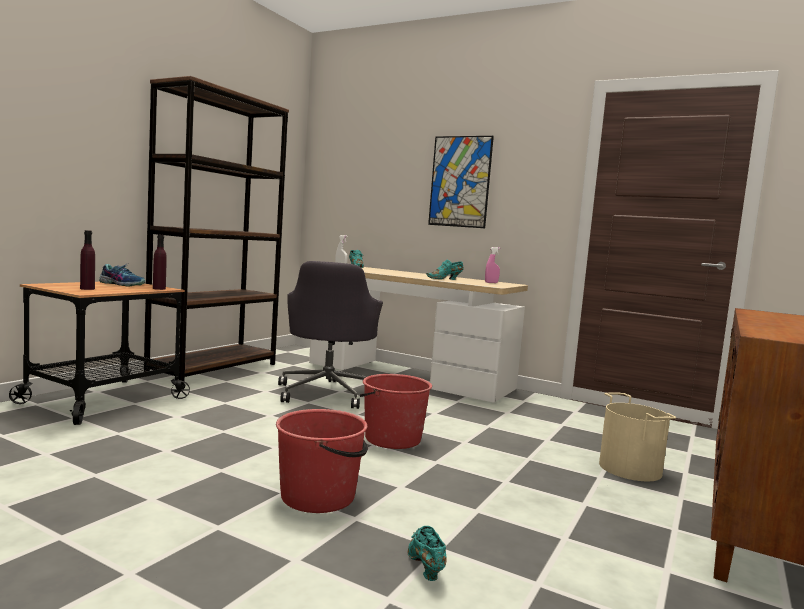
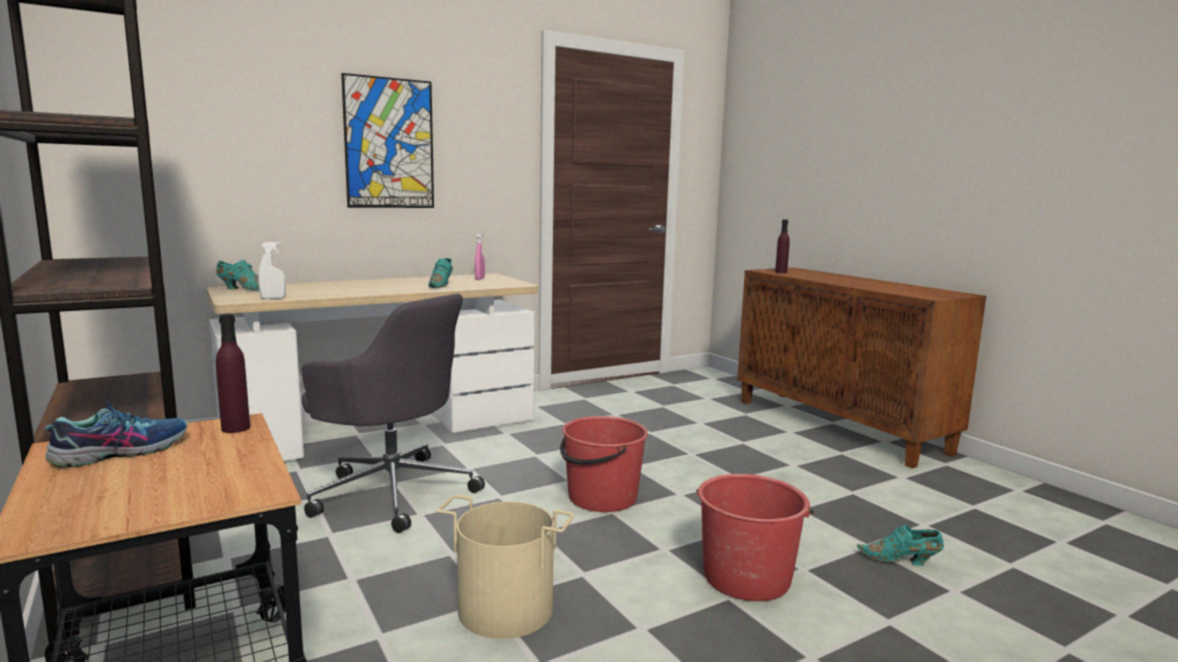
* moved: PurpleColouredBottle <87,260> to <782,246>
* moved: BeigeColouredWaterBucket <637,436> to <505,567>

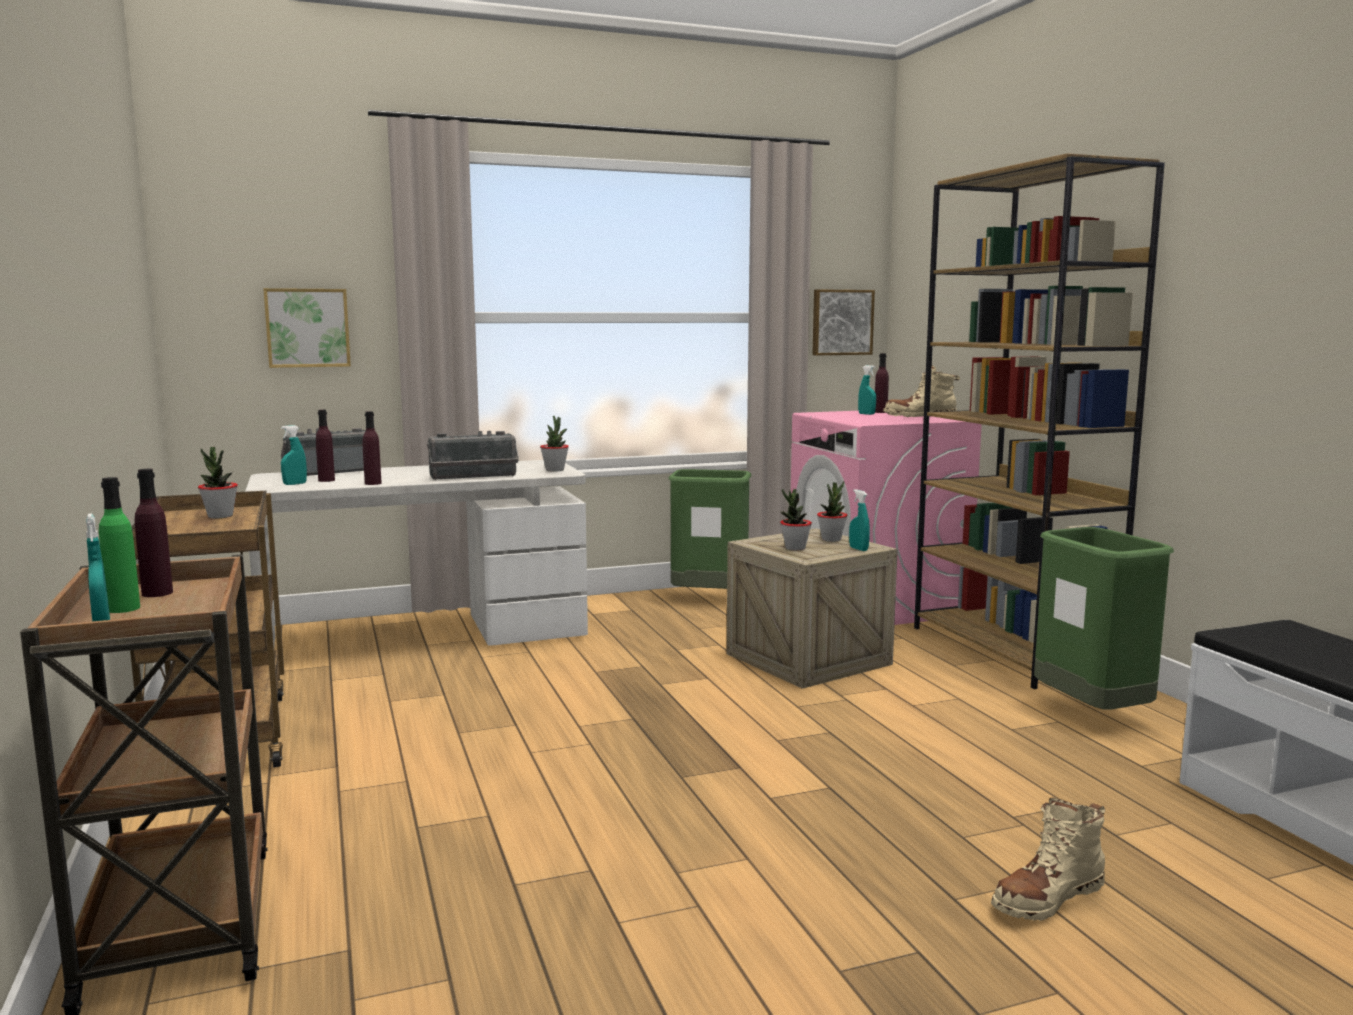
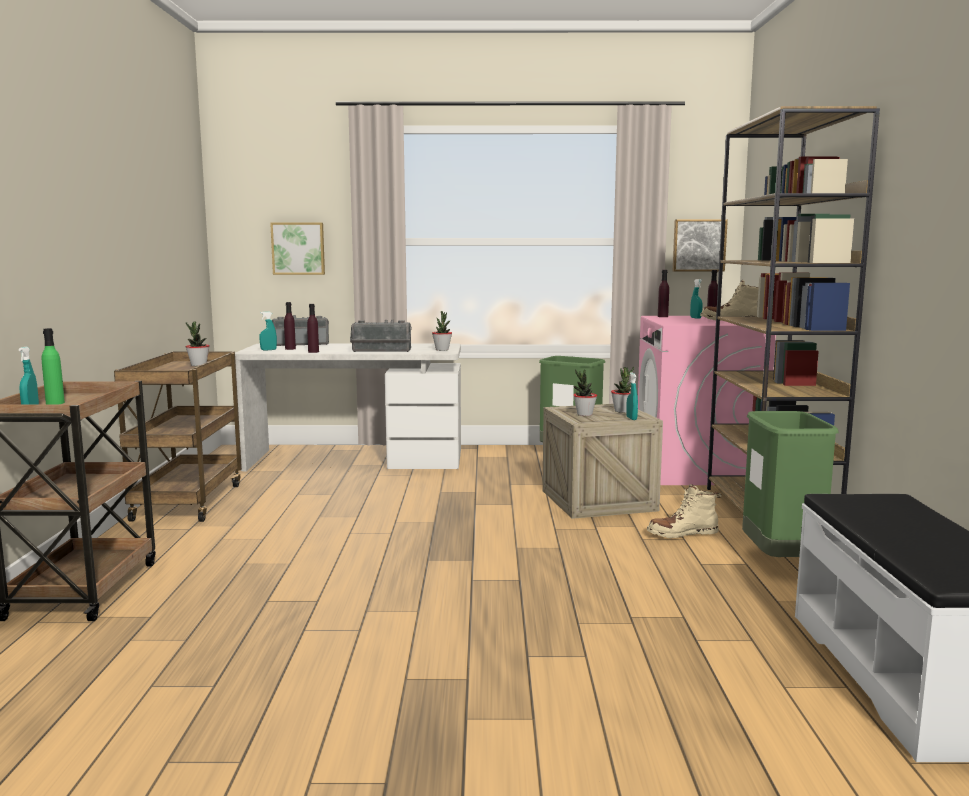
* moved: PurpleColouredBottle <154,533> to <663,293>
* moved: BeigeColouredHighTopBoot <1048,859> to <684,511>

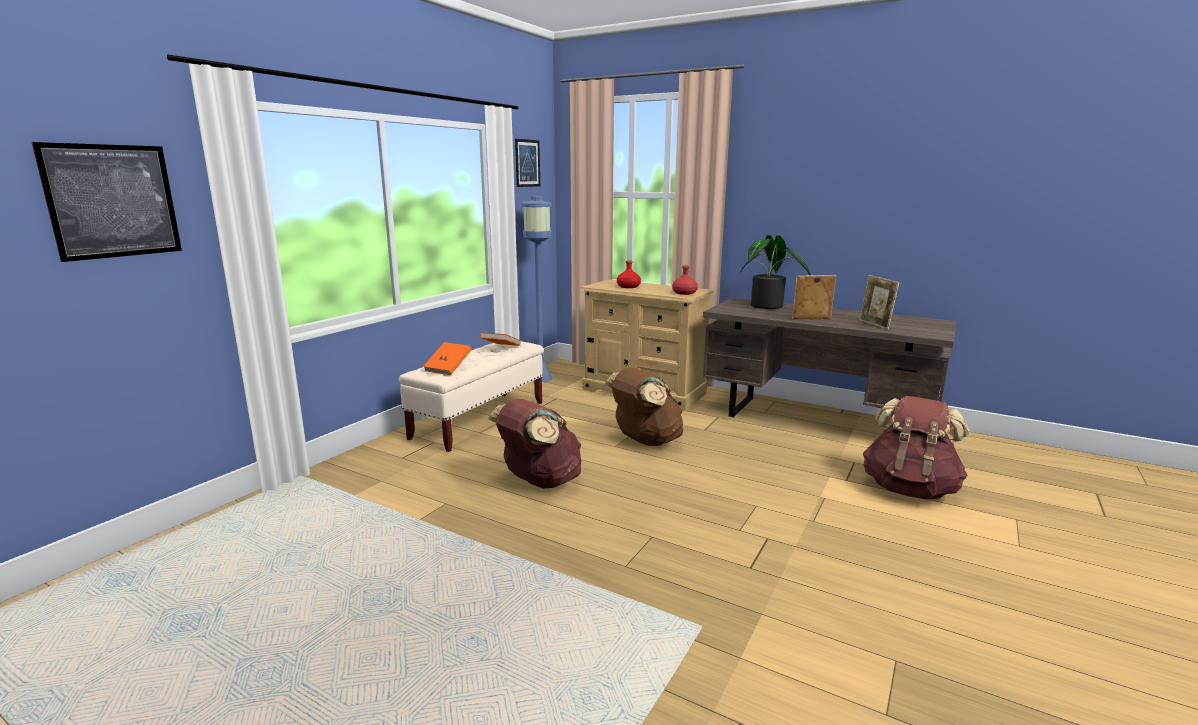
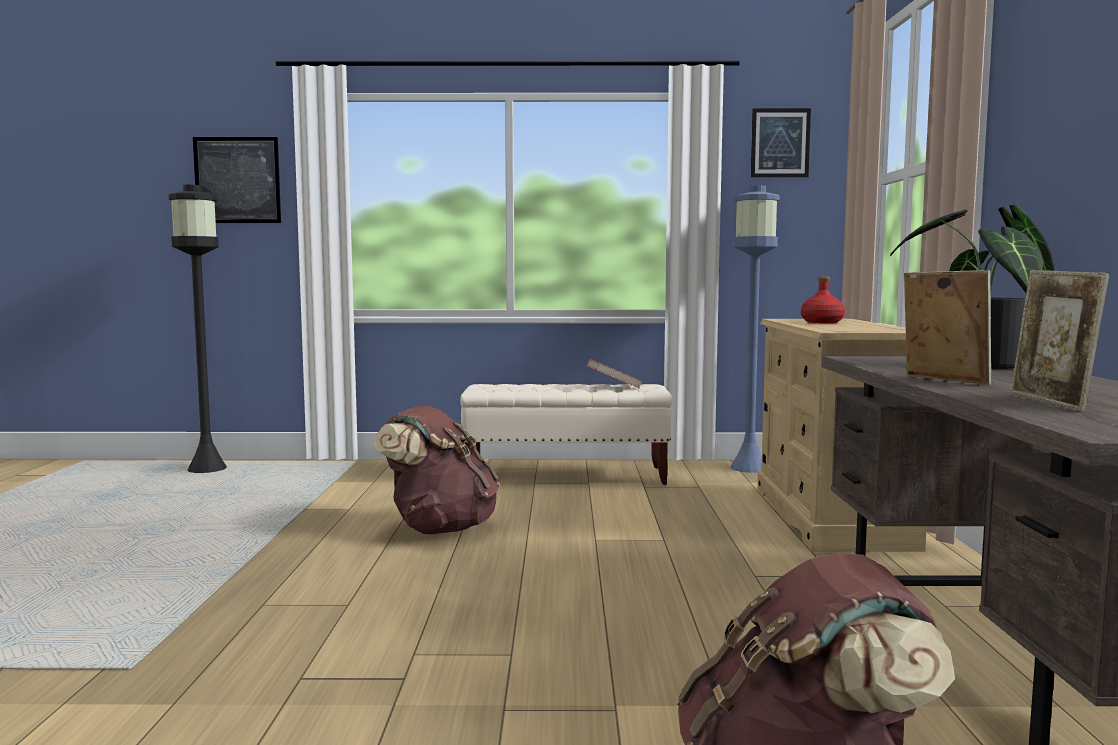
* removed: RedBottle <685,280>
* turned: PictureFrame <879,302> = <1059,340> 45 degrees counterclockwise
* removed: OrangeVolume <447,358>
* removed: BrownishRucksack <643,407>
* added: BlackishFloorLamp <198,329>

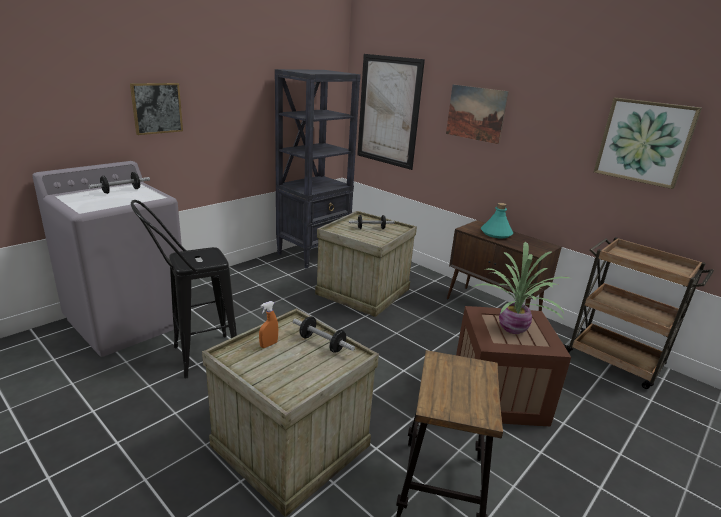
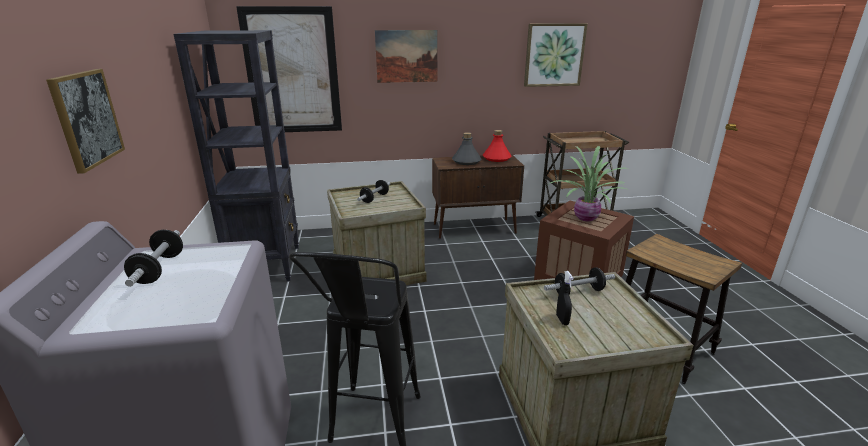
* recoloured: TurquoiseBottle <497,221> to GreyBottle <466,148>
* recoloured: OrangeSprayer <268,324> to BlackishSprayer <565,298>
* added: RedBottle <497,146>

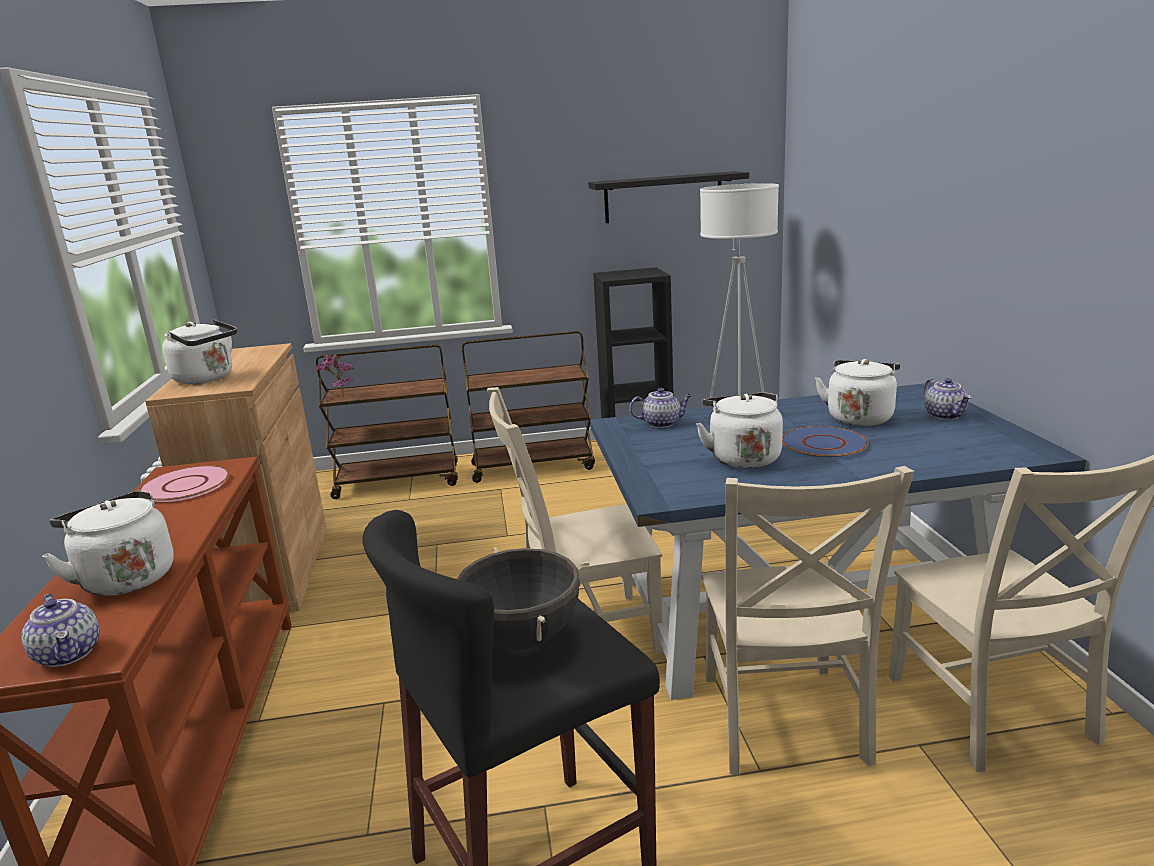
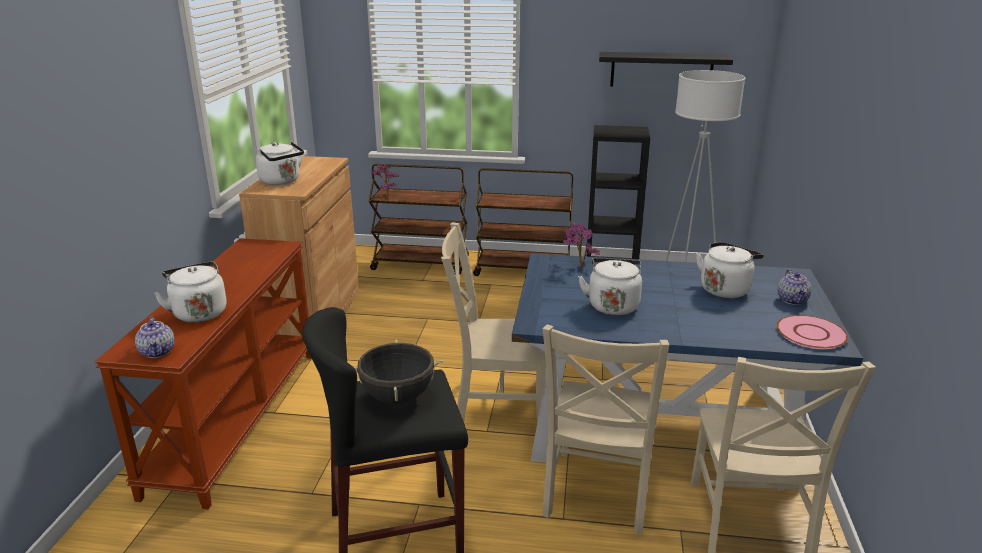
* replaced: Teapot <660,408> to PottedPlant <581,244>
* removed: BluePlate <825,442>
* moved: PinkishPlate <184,483> to <812,332>

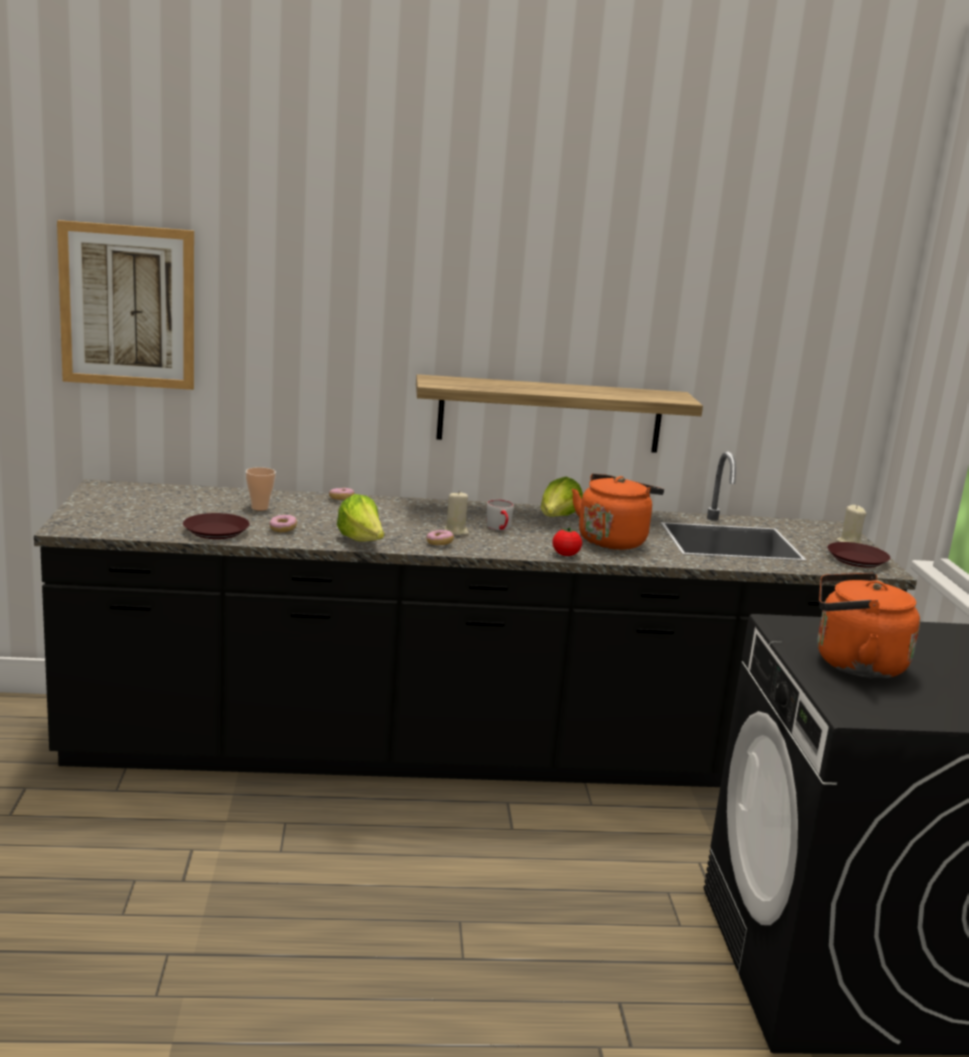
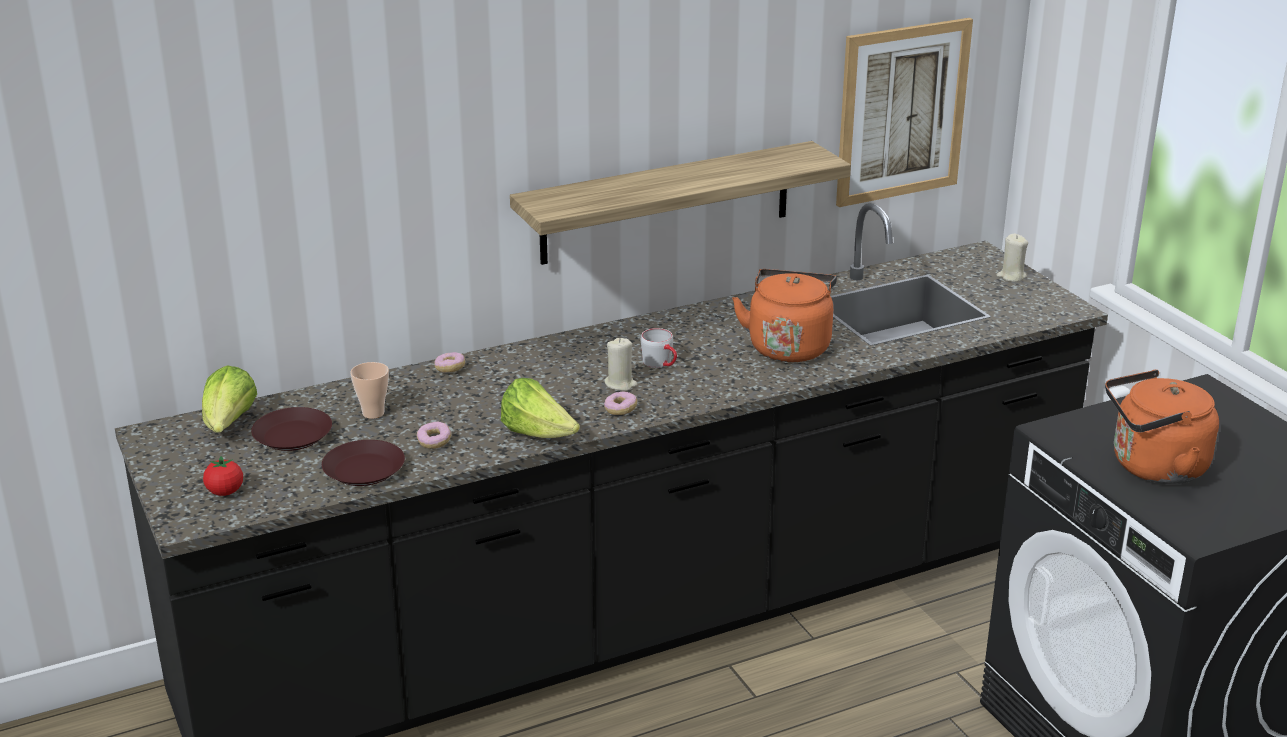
* moved: WallPicture <125,305> to <904,112>
* moved: LettuceHead <562,497> to <229,399>
* moved: Tomato <567,541> to <223,476>
* moved: BrownishPlate <858,555> to <291,429>

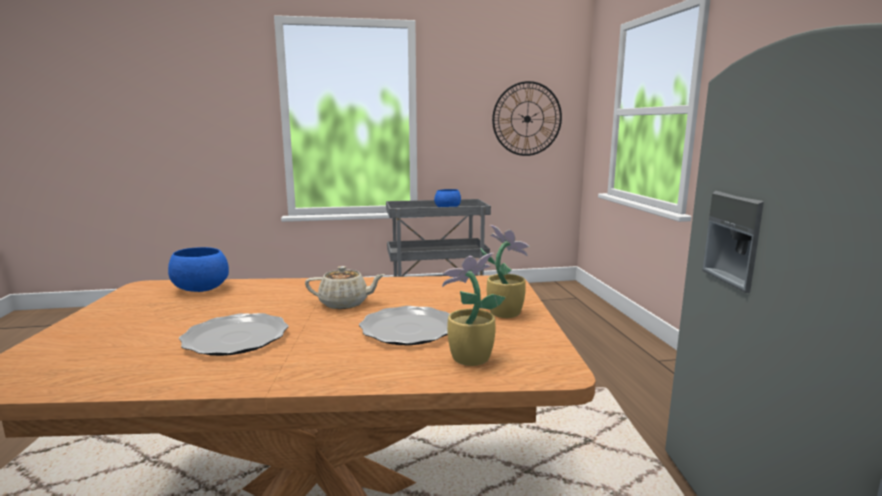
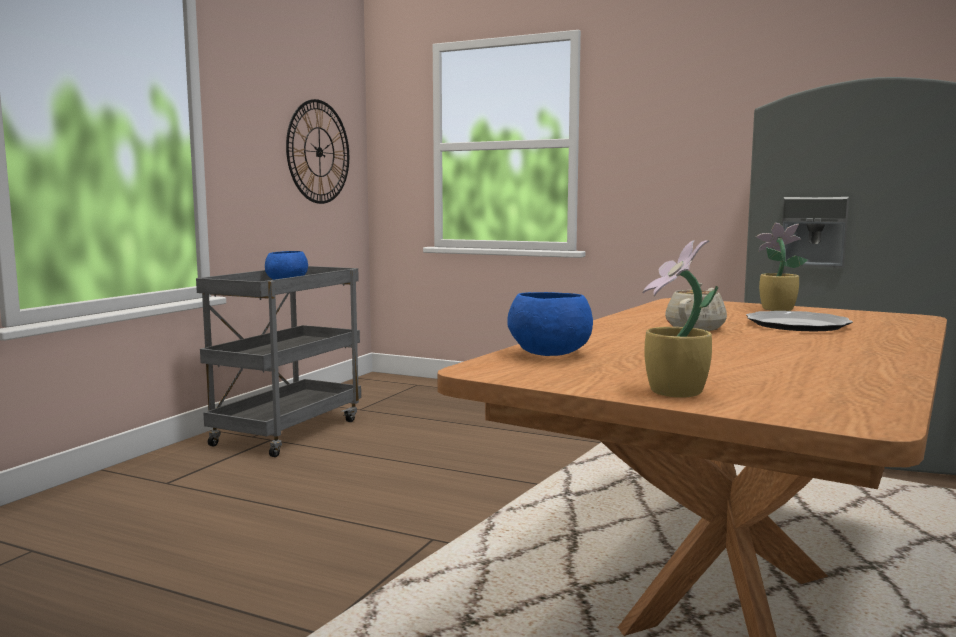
* moved: PottedPlant <474,309> to <680,319>
* removed: Plate <234,334>

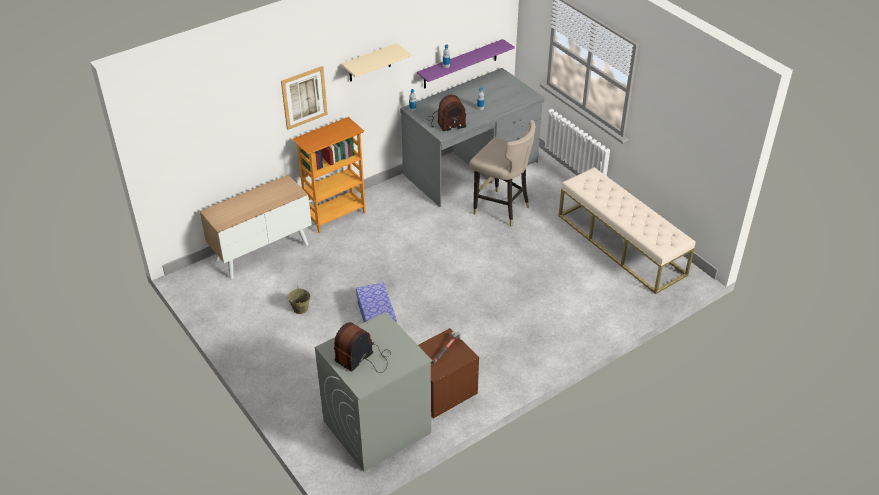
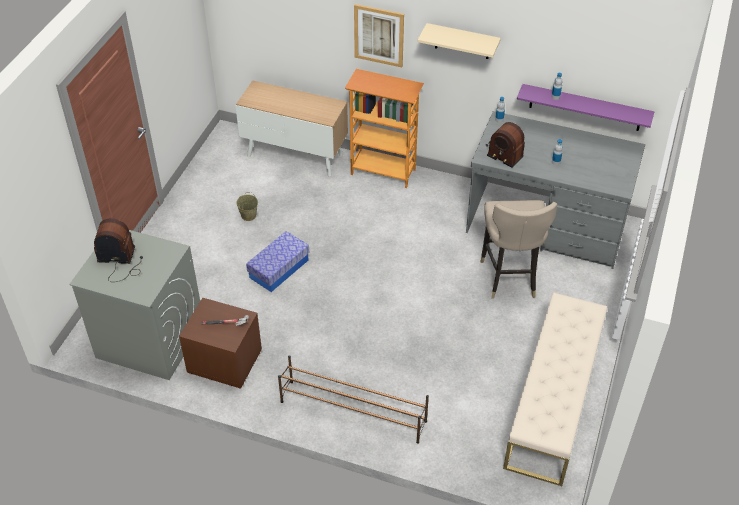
* added: BrownishShoeShelf <353,399>

